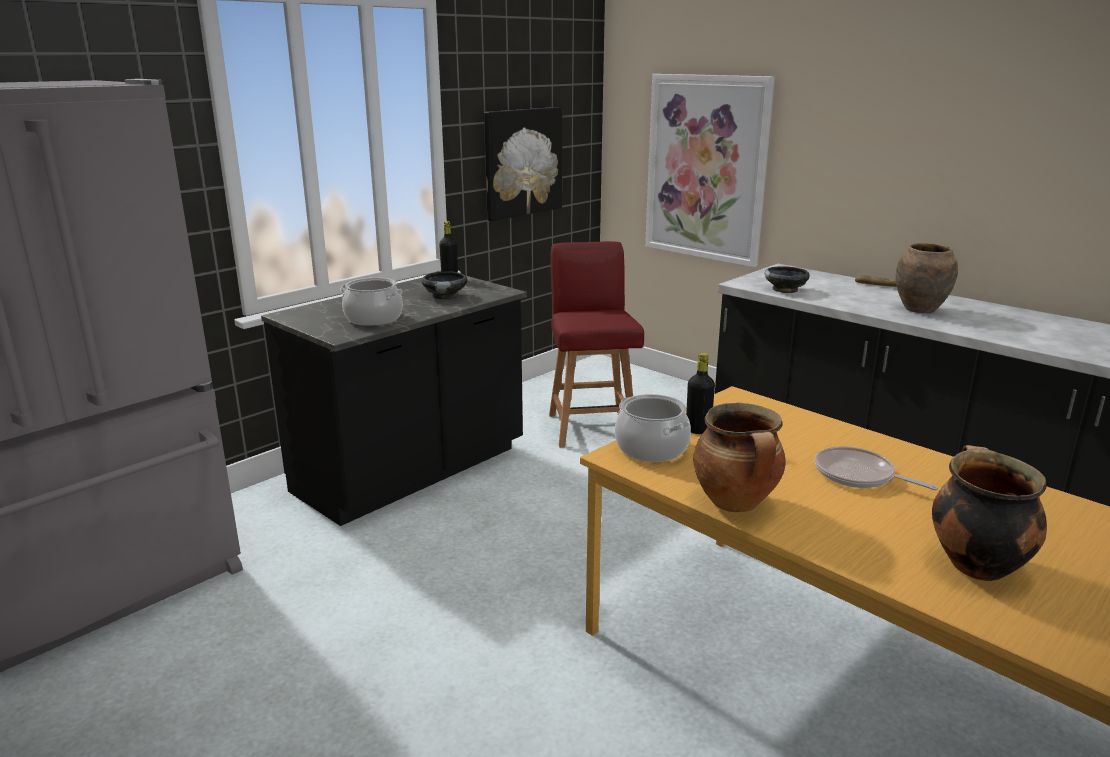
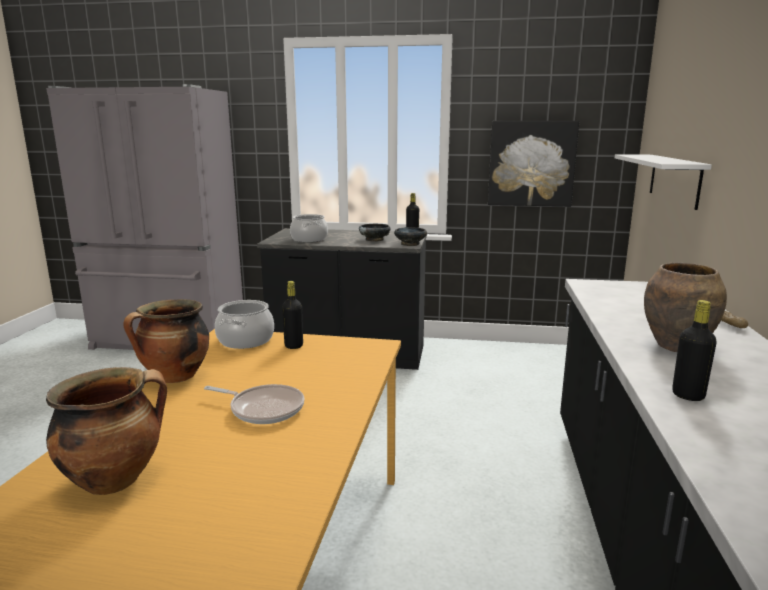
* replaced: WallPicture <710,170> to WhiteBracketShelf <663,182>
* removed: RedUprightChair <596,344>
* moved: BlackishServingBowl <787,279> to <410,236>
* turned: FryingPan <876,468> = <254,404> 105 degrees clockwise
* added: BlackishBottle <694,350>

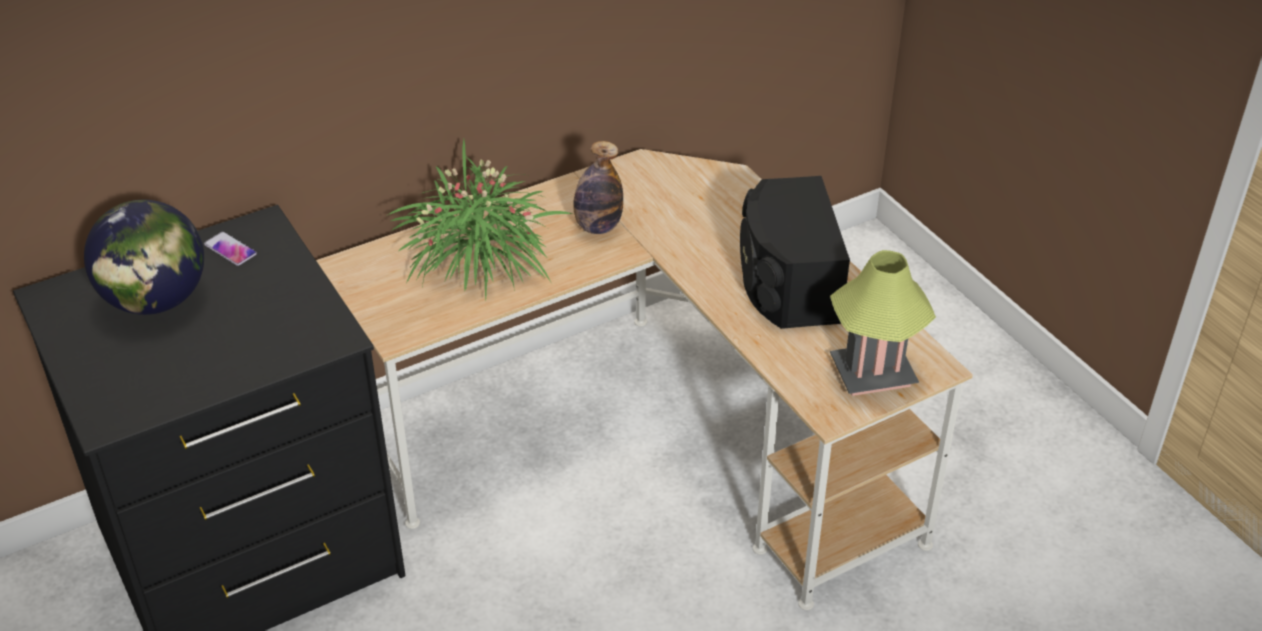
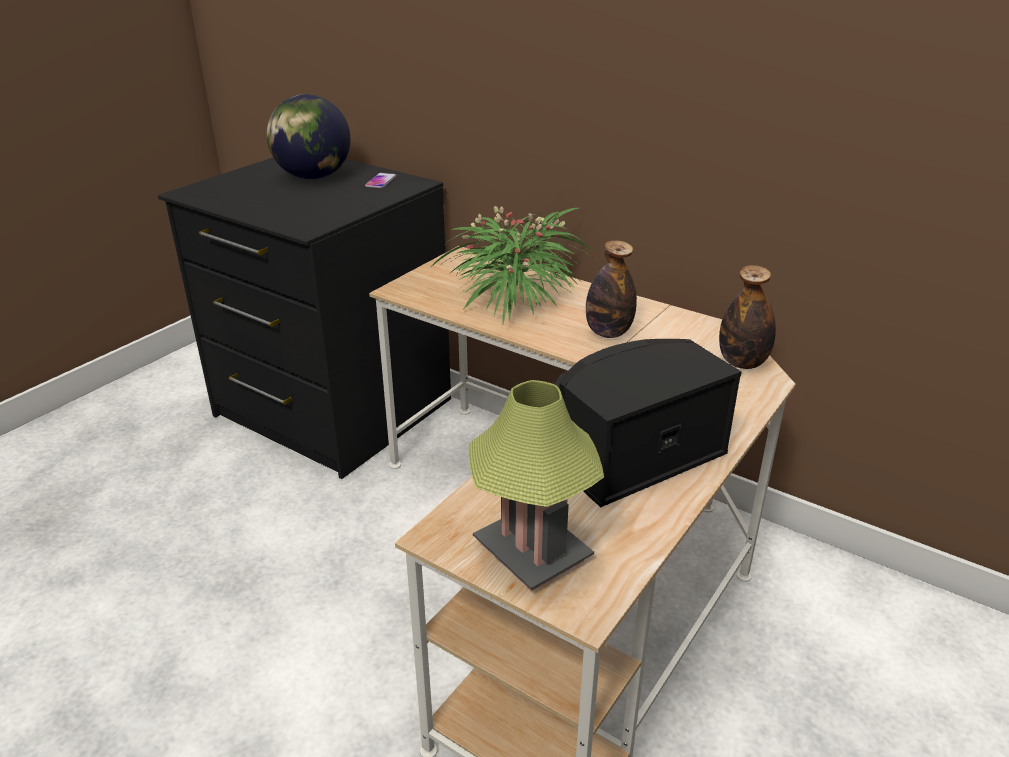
* added: Bottle <747,317>

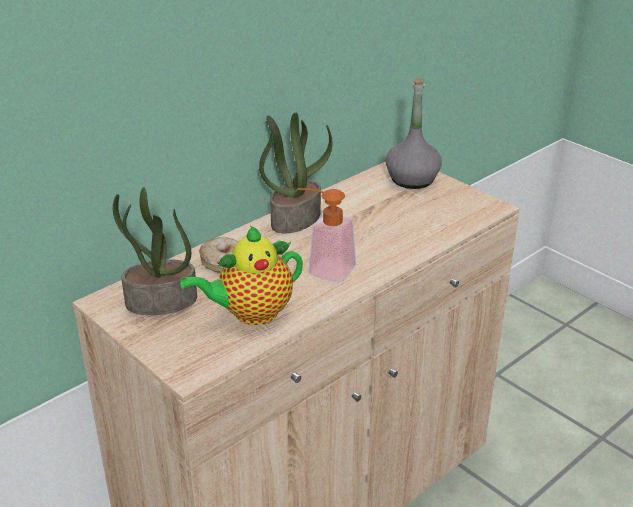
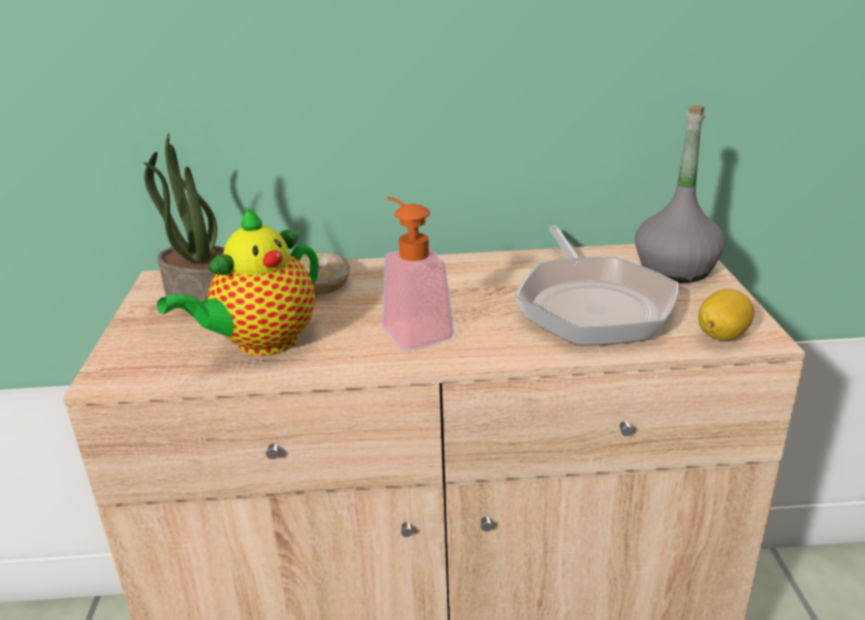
* removed: PottedPlant <295,173>
* turned: Teapot <241,275> = <238,281> 60 degrees counterclockwise
* added: FryingPan <596,286>
* added: CitrusFruit <726,315>

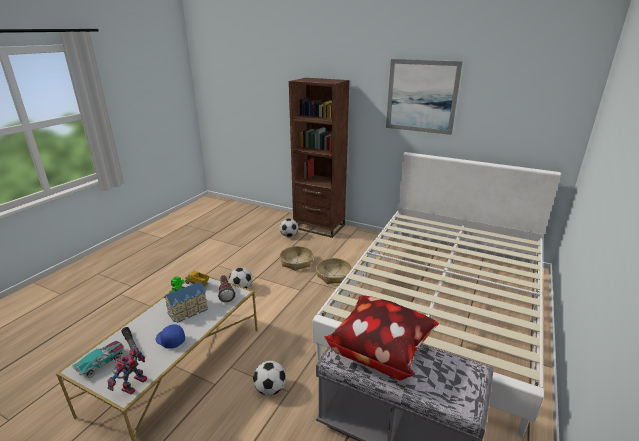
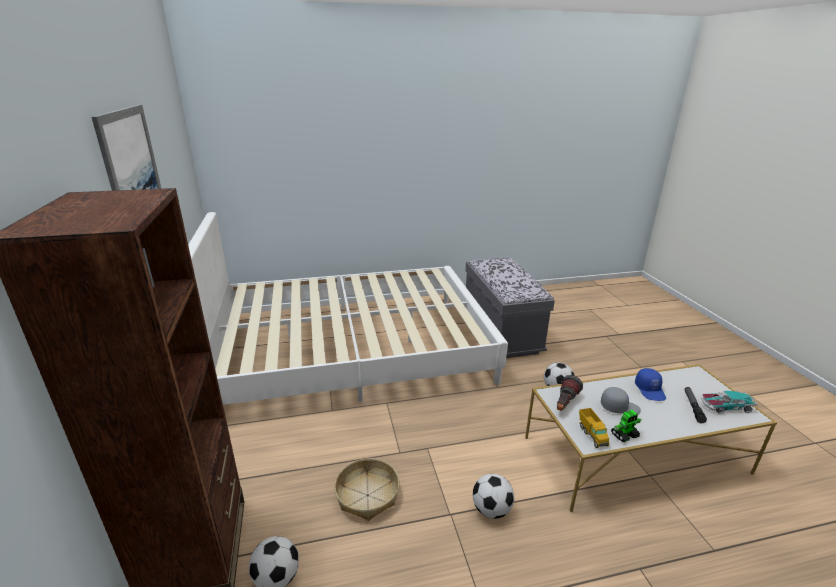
* removed: Basket <334,271>
* replaced: ModelHouse <186,302> to GreyCap <621,401>
* removed: Cushion <381,337>
* removed: ToyRobot <127,369>

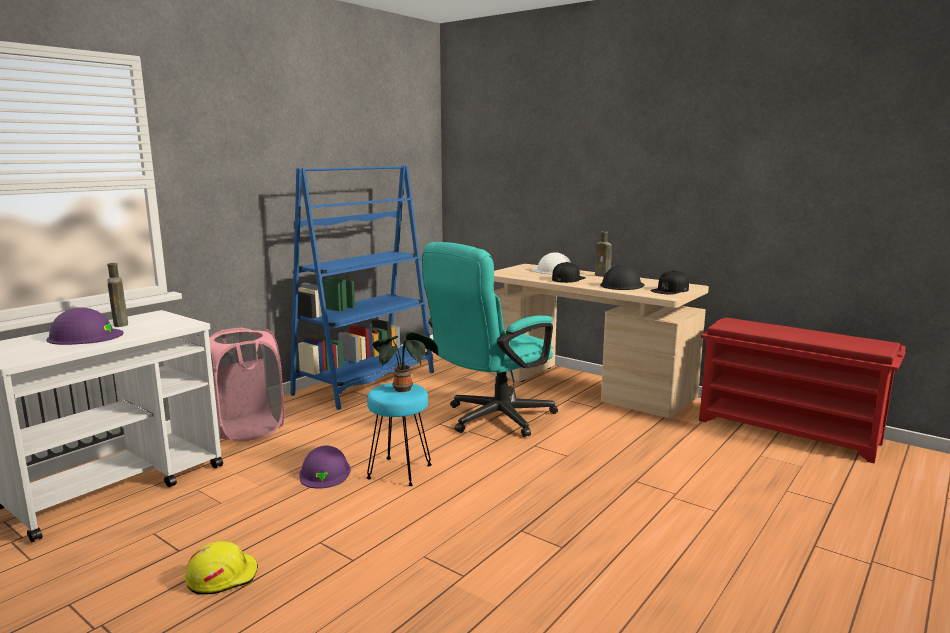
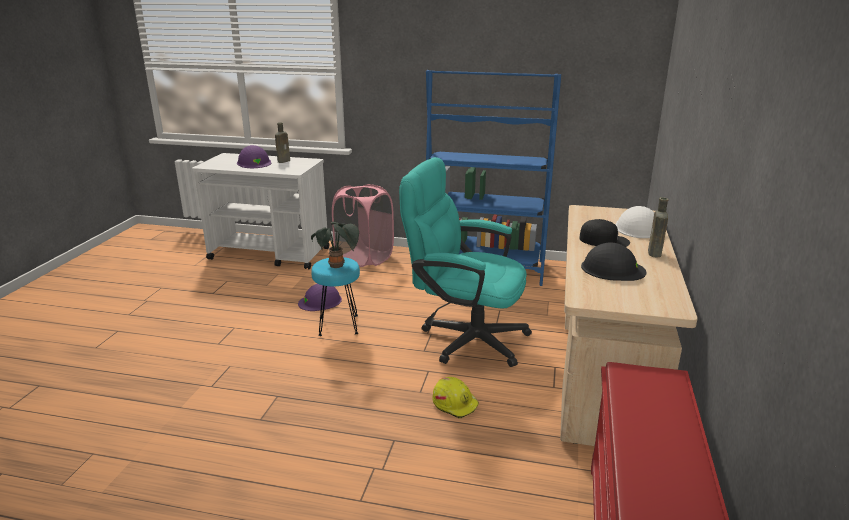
* removed: BlackishCap <669,282>
* moved: YellowColouredHardHat <221,568> to <455,398>

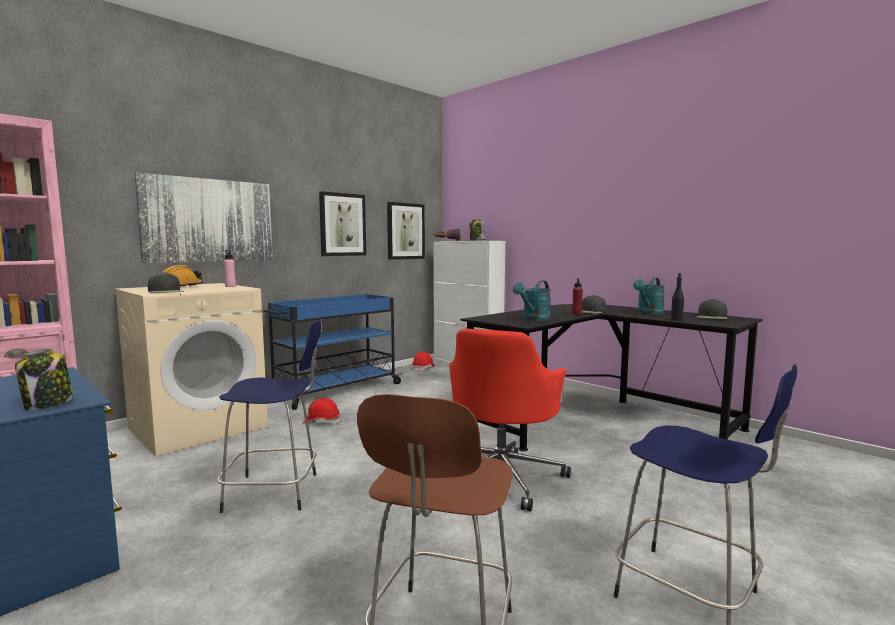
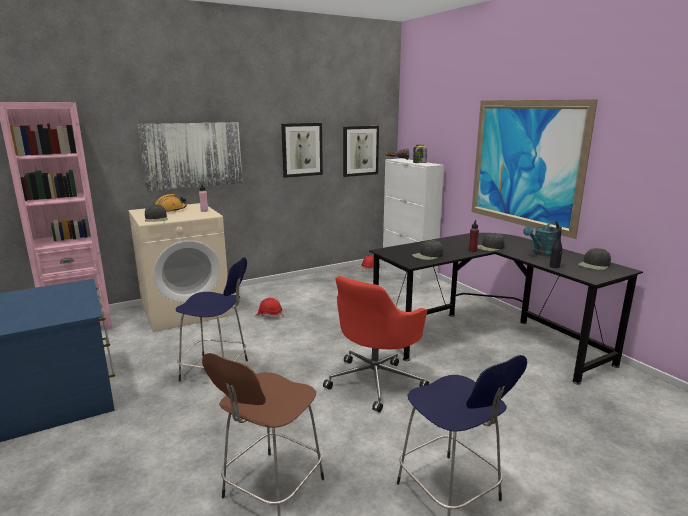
* replaced: TurquoiseWateringPot <532,301> to BlackishCap <427,250>
* removed: BlueWheeledCart <333,352>
* removed: StorageJar <44,380>
* added: WallPicture <535,169>

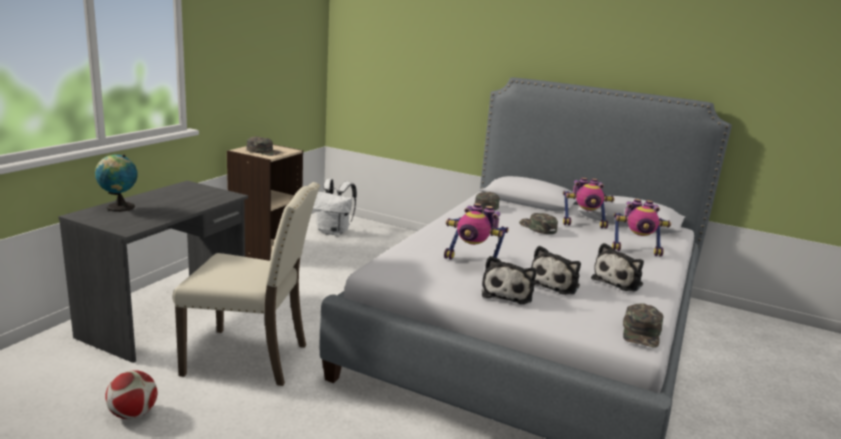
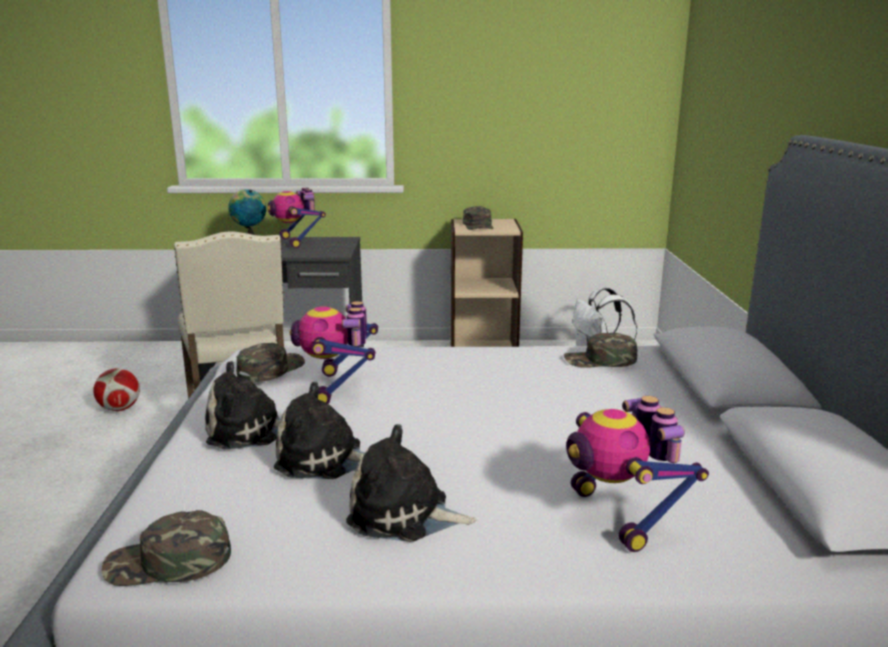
* moved: ToyRobot <589,203> to <296,218>
* moved: GreenColouredCap <538,223> to <270,362>

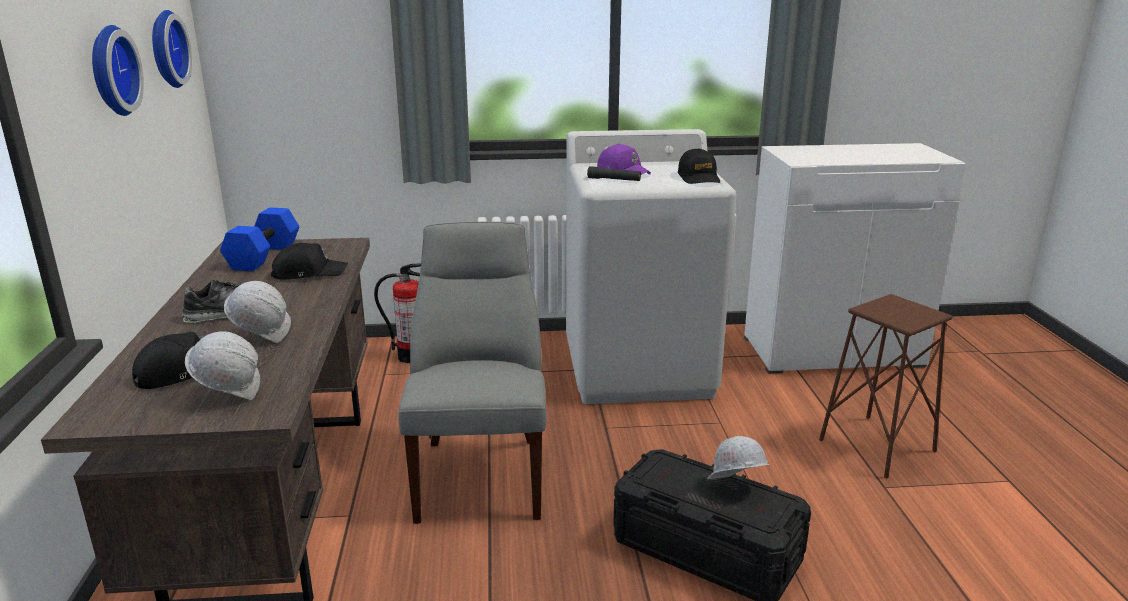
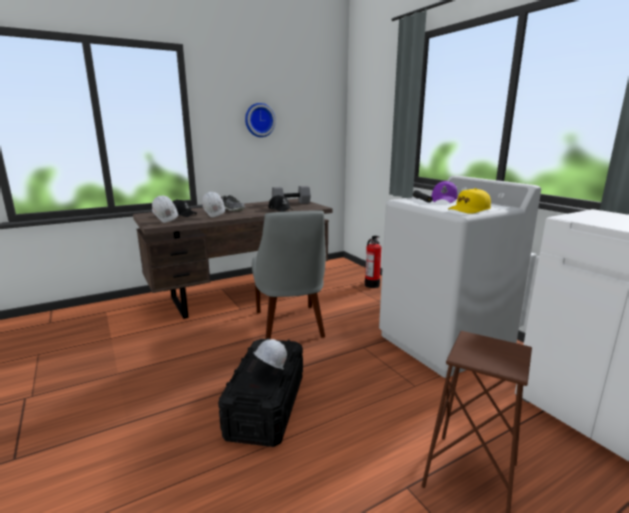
* removed: HangingClock <172,49>
* recoloured: BlackishCap <699,166> to YellowColouredCap <469,201>
* recoloured: BlueDumbbell <259,239> to GreyDumbbell <291,195>
* turned: GreyUprightChair <472,373> = <289,274> 105 degrees clockwise

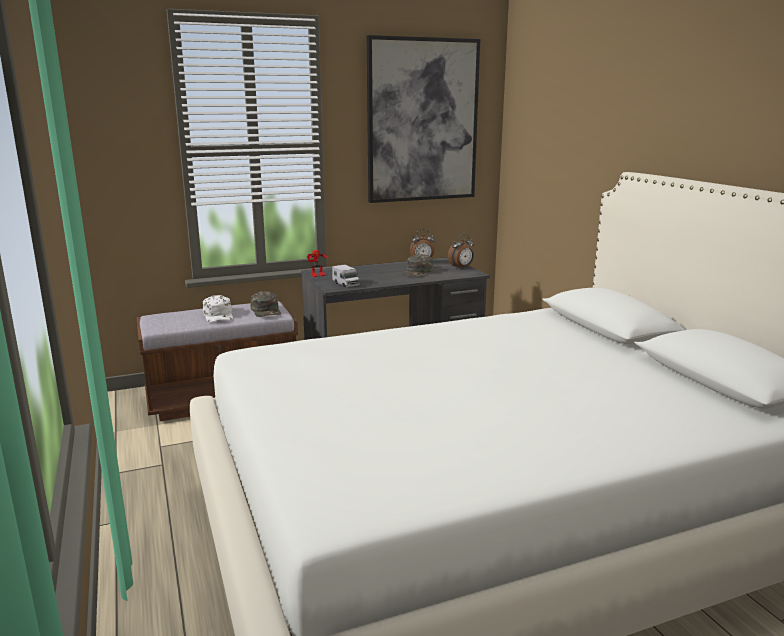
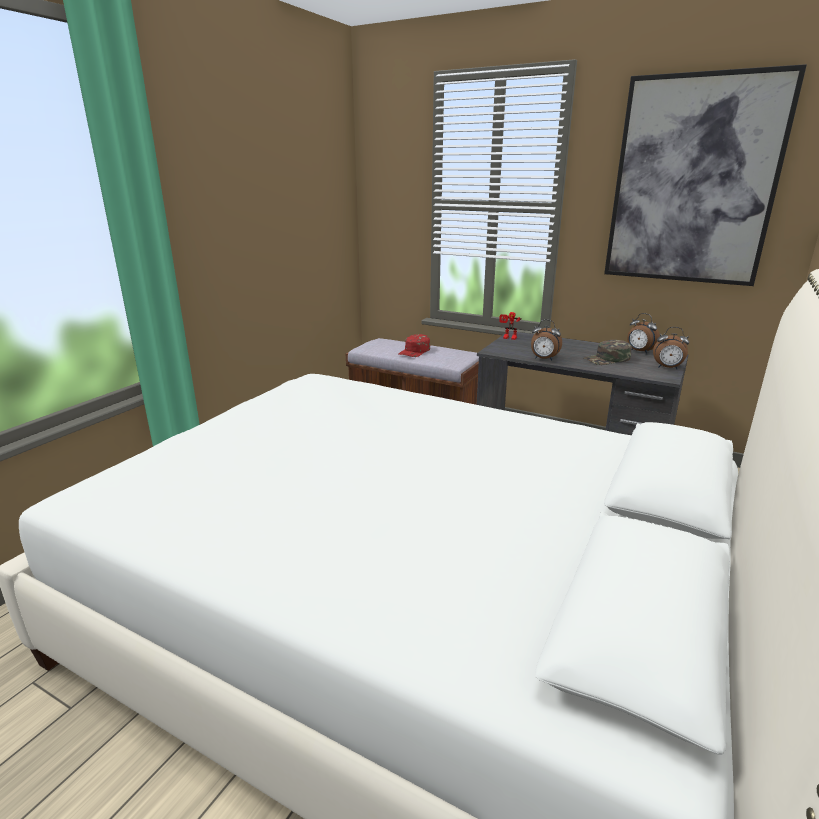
* removed: ToyTruck <346,276>
* removed: GreenColouredCap <266,304>
* recoloured: WhiteCap <218,308> to RedCap <414,345>
* added: TableClock <546,339>

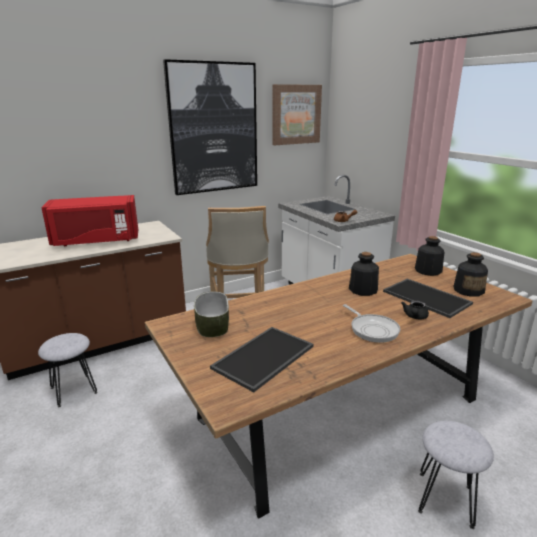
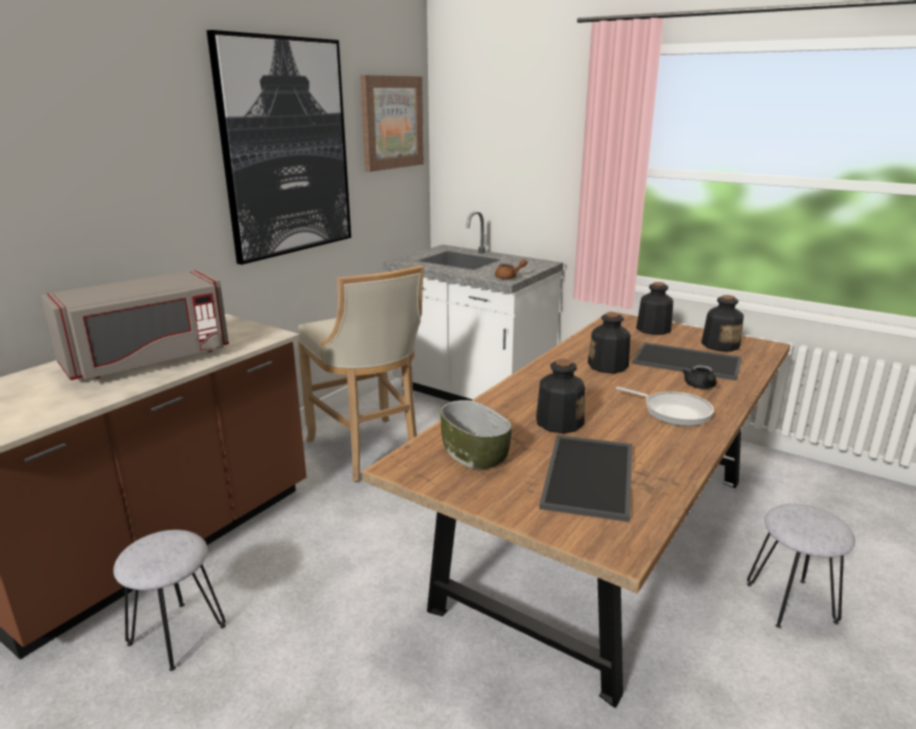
* recoloured: RedMicrowave <89,220> to GreyMicrowave <135,325>
* added: Bottle <560,396>

